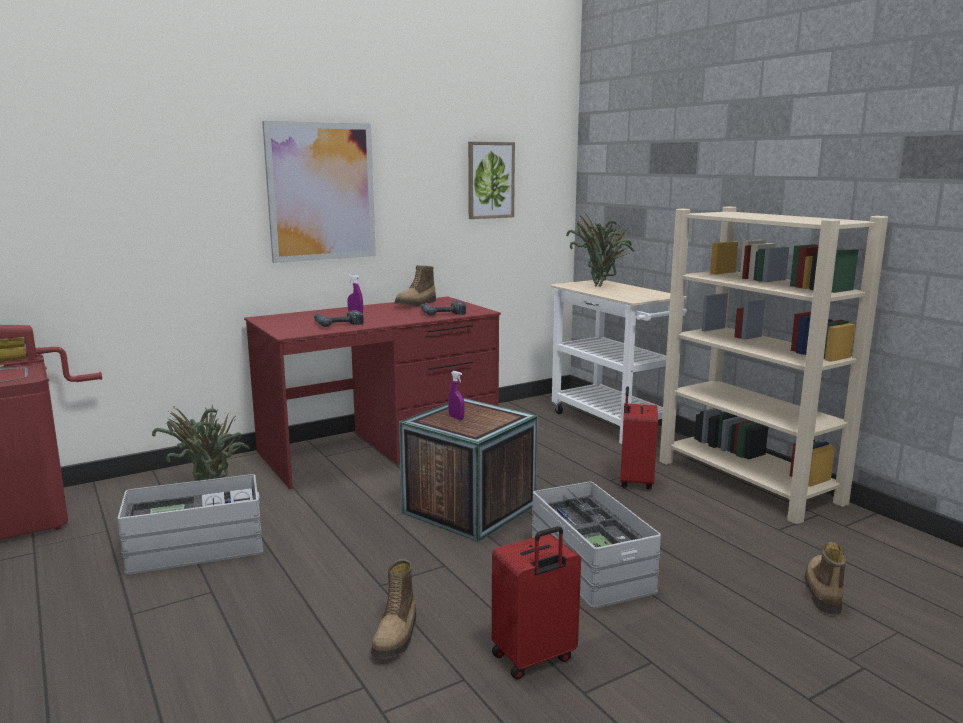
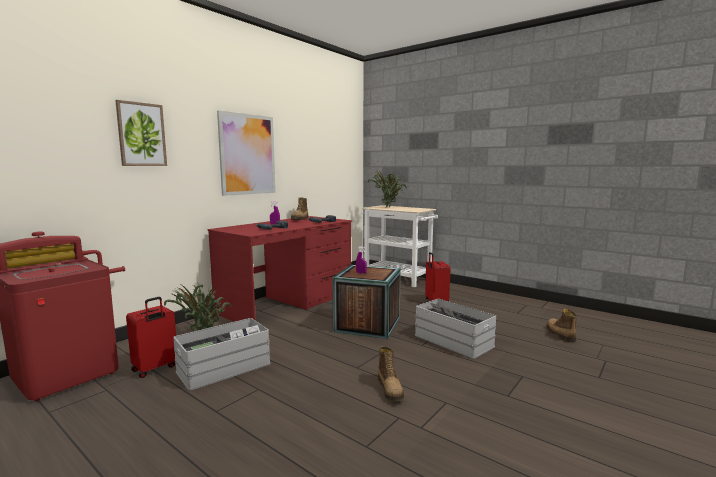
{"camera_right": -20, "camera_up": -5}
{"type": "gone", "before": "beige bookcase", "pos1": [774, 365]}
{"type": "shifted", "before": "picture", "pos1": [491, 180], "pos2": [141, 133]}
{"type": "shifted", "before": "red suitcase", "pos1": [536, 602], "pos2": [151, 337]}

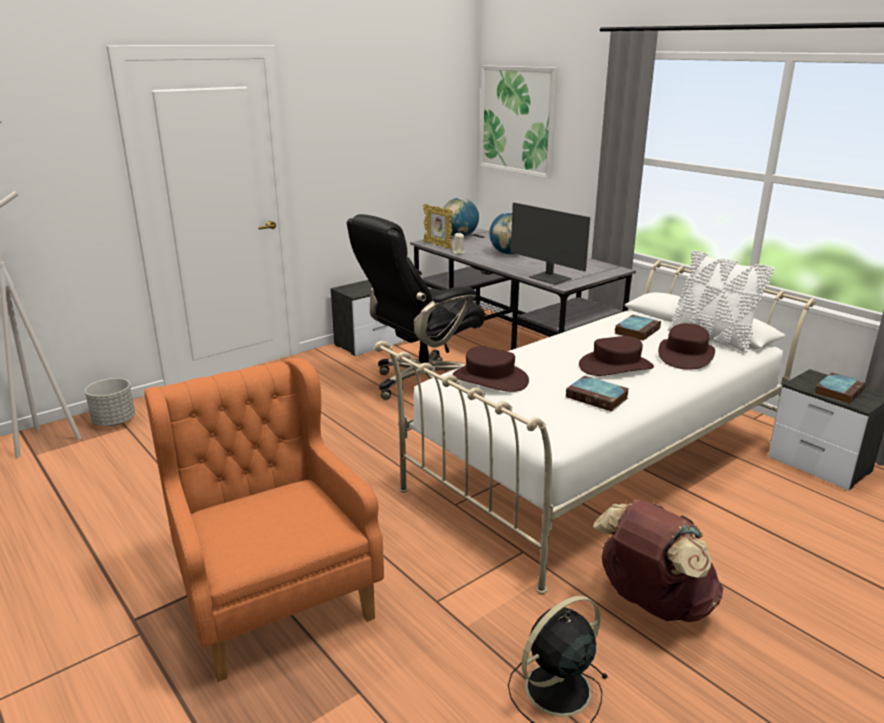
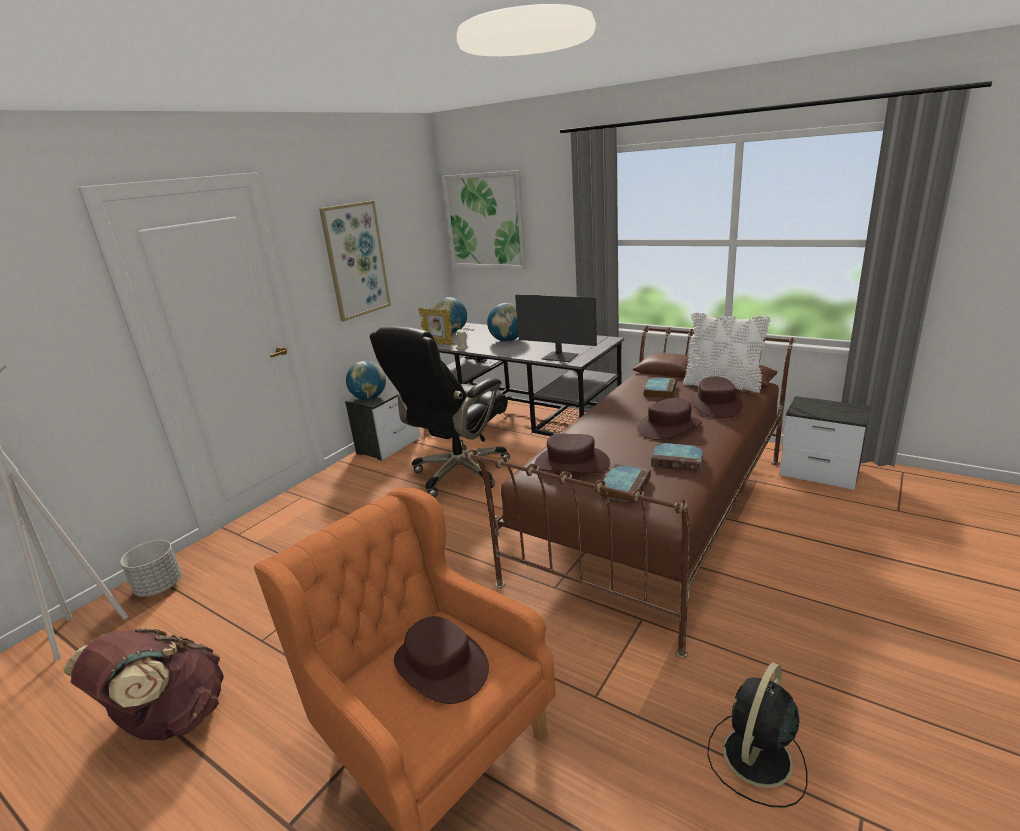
{"camera_right": -15, "camera_up": 0}
{"type": "new", "after": "picture", "pos2": [355, 261]}
{"type": "new", "after": "globe", "pos2": [366, 380]}
{"type": "new", "after": "brown hat", "pos2": [441, 660]}
{"type": "shifted", "before": "brown backpack", "pos1": [658, 561], "pos2": [144, 684]}
{"type": "shifted", "before": "book", "pos1": [840, 388], "pos2": [625, 483]}
{"type": "repainted", "before": "white bed", "after": "brown bed", "pos1": [595, 427], "pos2": [630, 491]}

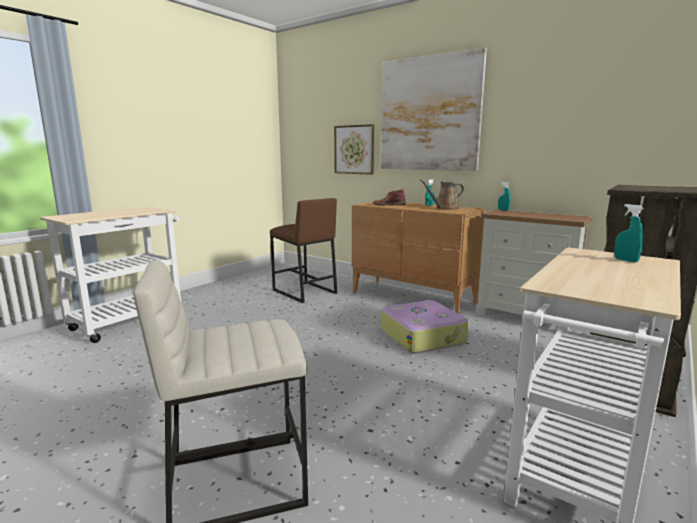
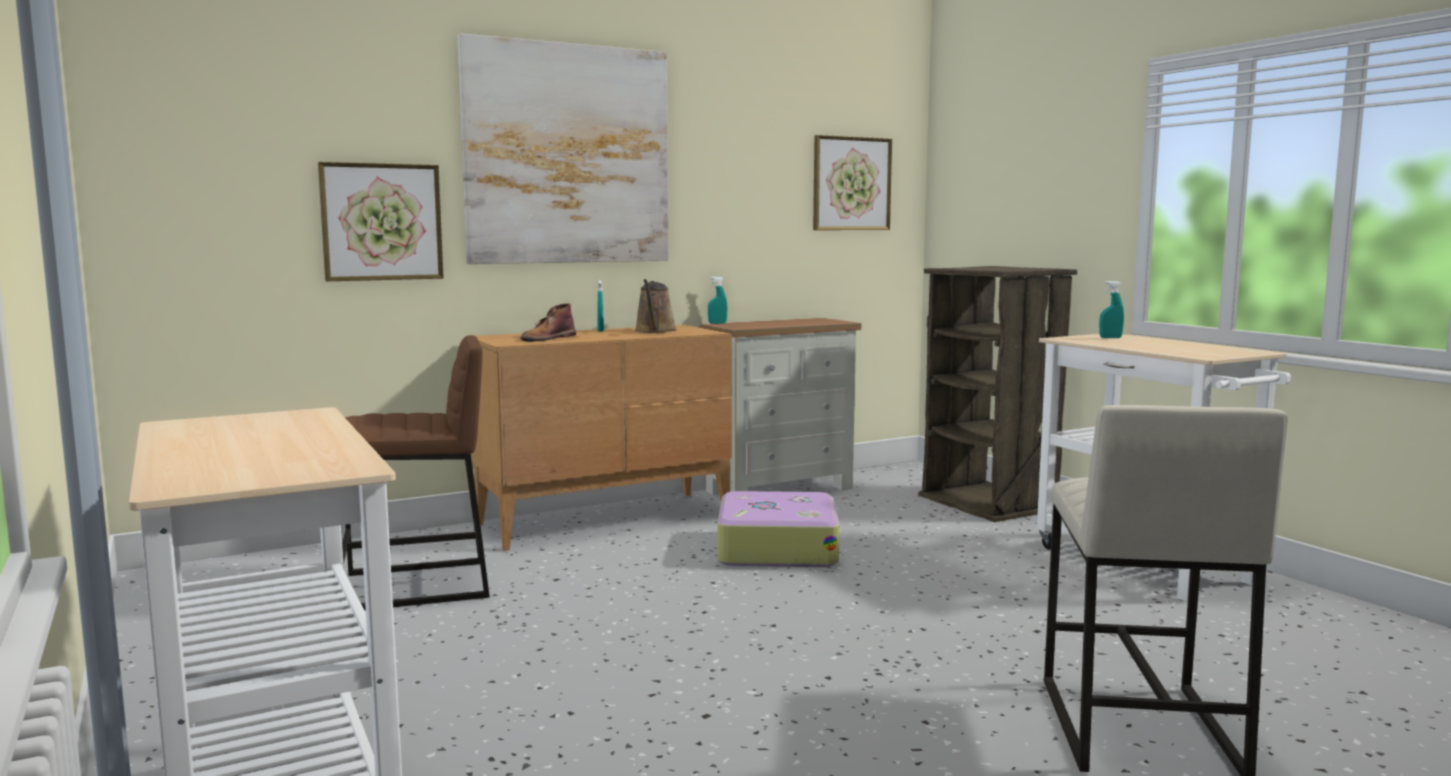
{"camera_right": -65, "camera_up": -5}
{"type": "new", "after": "picture", "pos2": [852, 182]}

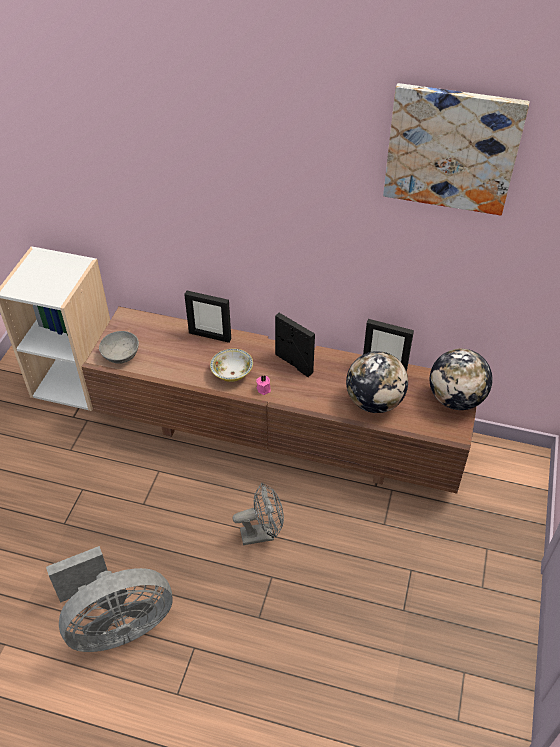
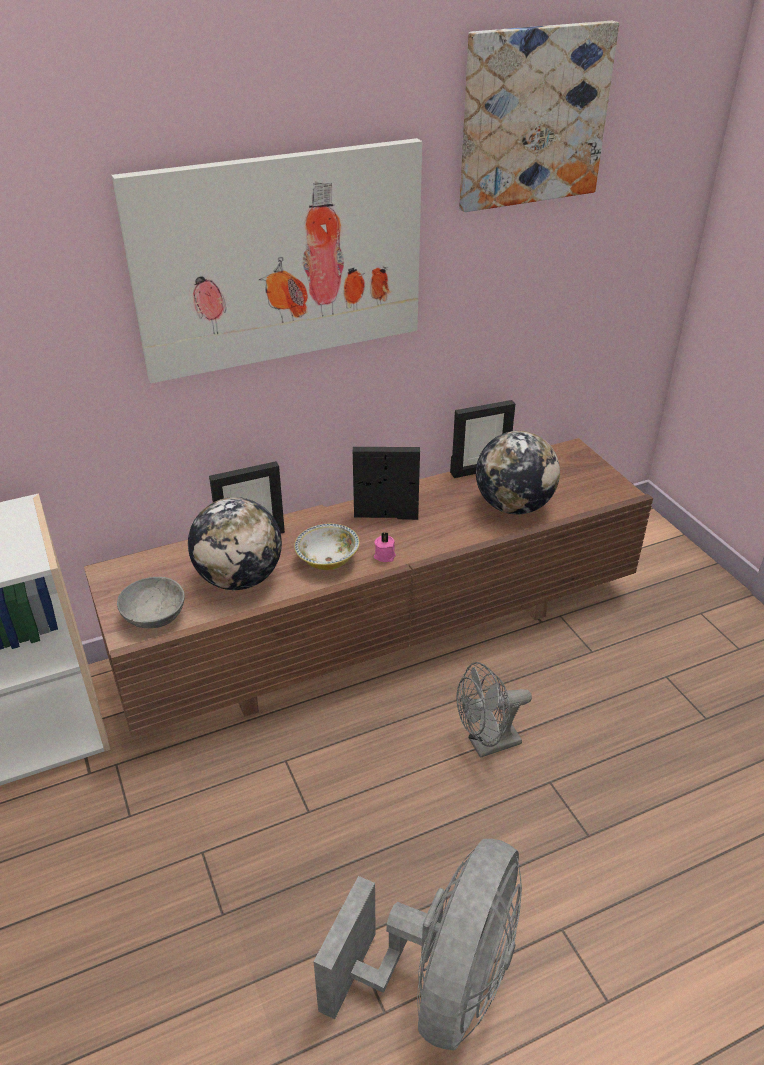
{"camera_right": -40, "camera_up": -10}
{"type": "new", "after": "picture", "pos2": [267, 260]}
{"type": "shifted", "before": "globe", "pos1": [461, 379], "pos2": [235, 543]}
{"type": "rotated", "before": "grey fan", "pos1": [258, 514], "pos2": [494, 710], "turn": -150}

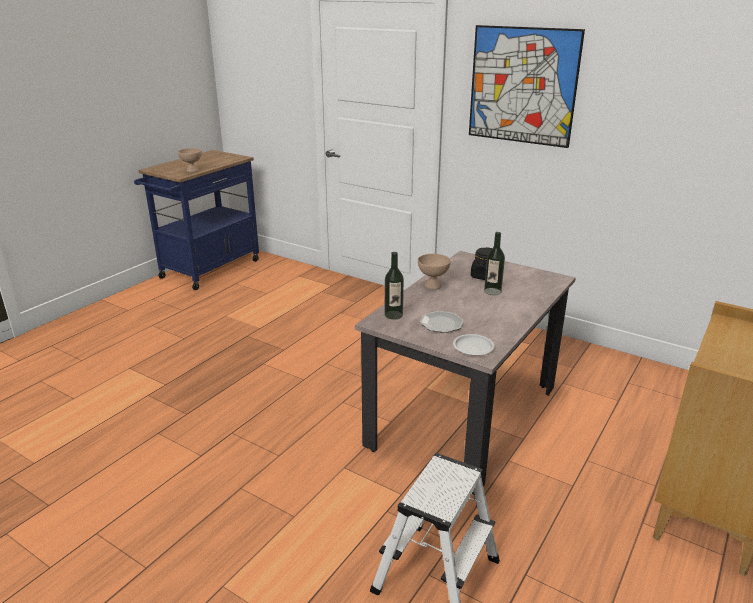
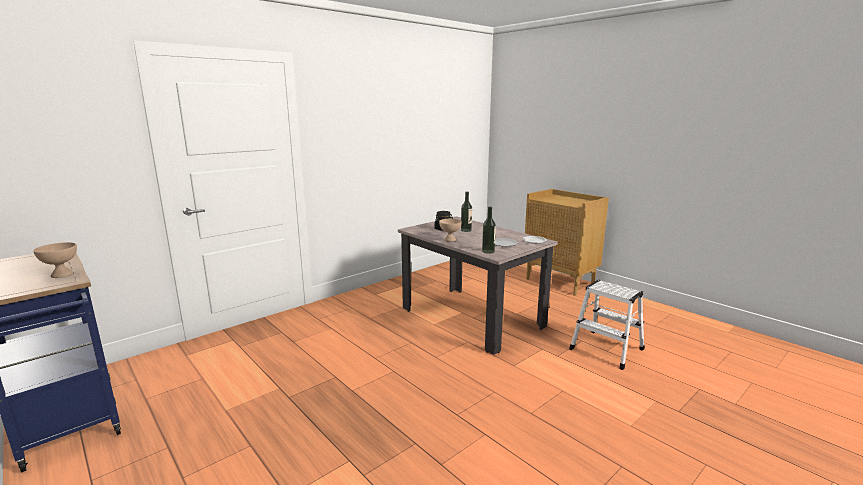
{"camera_right": -75, "camera_up": -10}
{"type": "gone", "before": "picture", "pos1": [527, 86]}

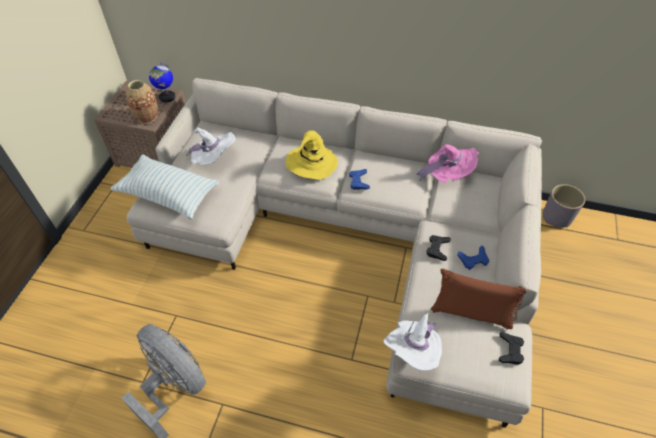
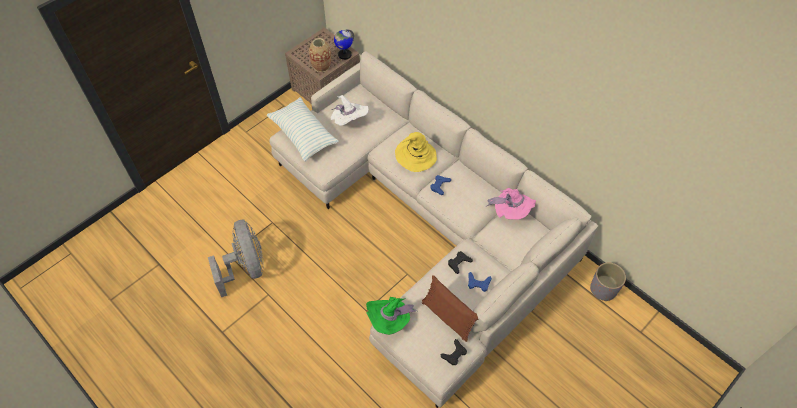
{"camera_right": 30, "camera_up": 5}
{"type": "repainted", "before": "white hat", "after": "green hat", "pos1": [413, 341], "pos2": [391, 316]}

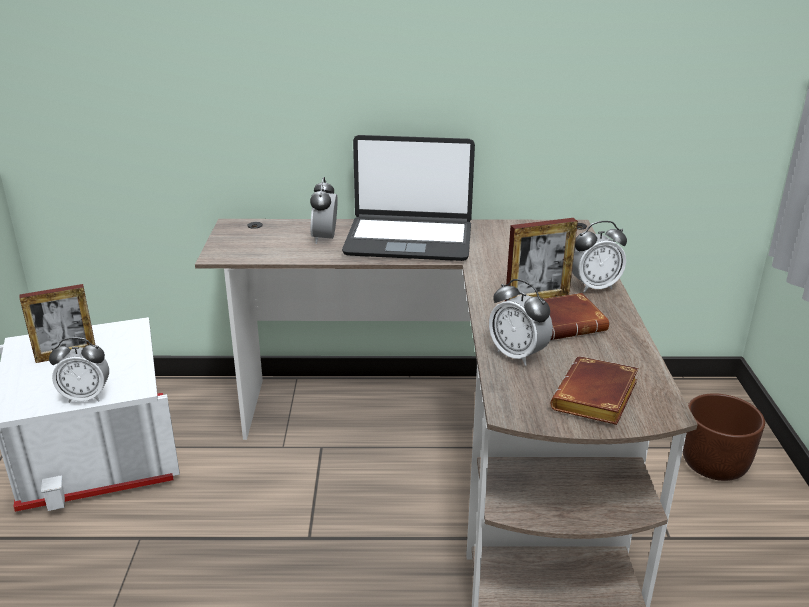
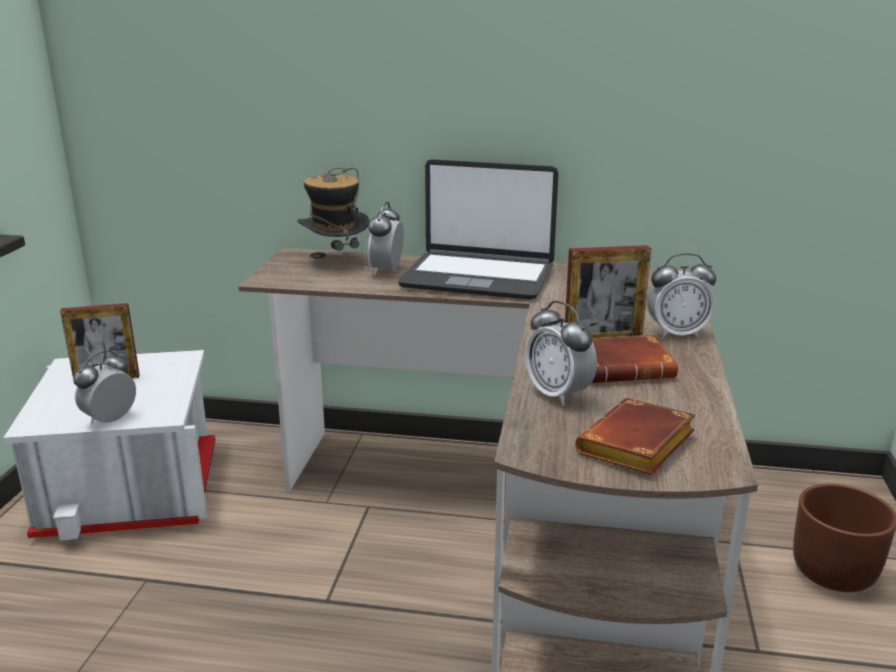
{"camera_right": 10, "camera_up": -5}
{"type": "new", "after": "hat", "pos2": [333, 218]}
{"type": "rotated", "before": "alarm clock", "pos1": [79, 370], "pos2": [104, 387], "turn": 120}

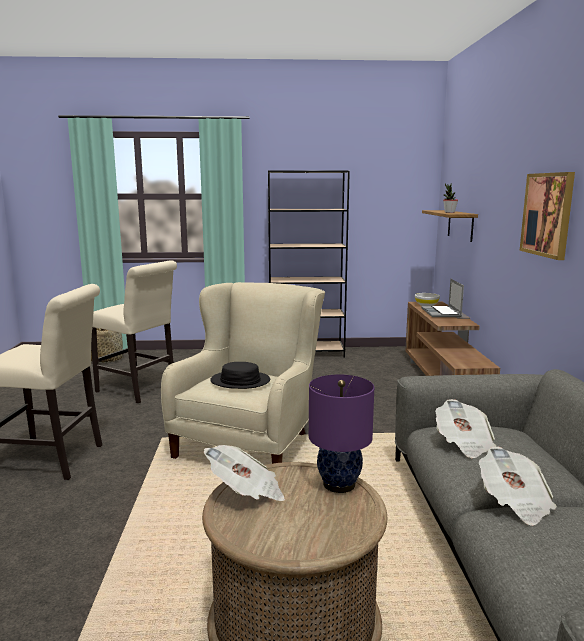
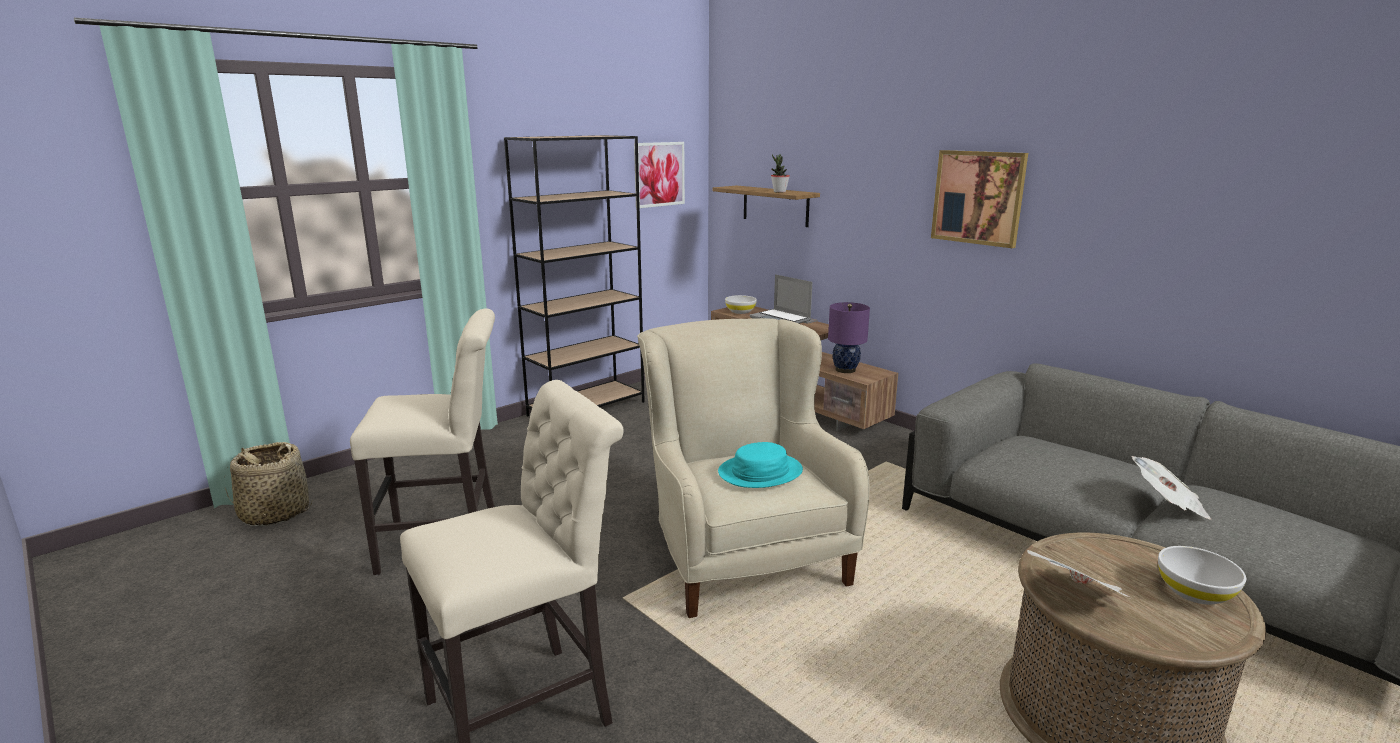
{"camera_right": -40, "camera_up": 5}
{"type": "gone", "before": "newspaper", "pos1": [465, 428]}
{"type": "new", "after": "picture", "pos2": [659, 175]}
{"type": "new", "after": "white bowl", "pos2": [1202, 575]}
{"type": "shifted", "before": "purple table lamp", "pos1": [341, 434], "pos2": [849, 337]}
{"type": "repainted", "before": "black hat", "after": "turquoise hat", "pos1": [240, 375], "pos2": [760, 465]}

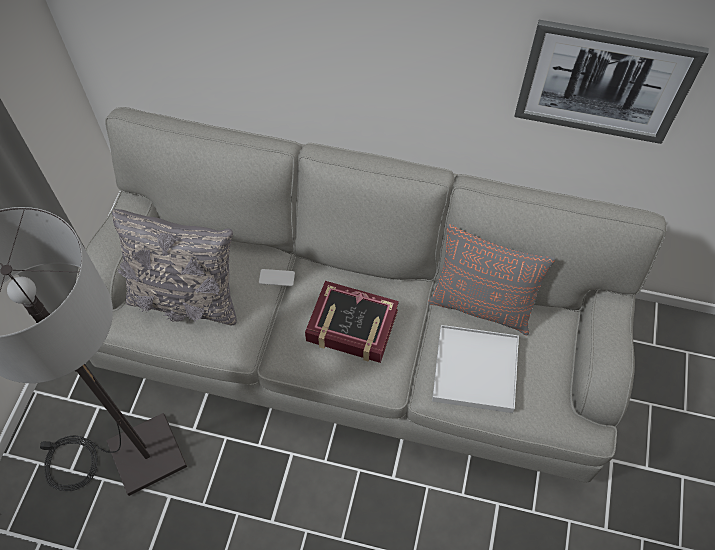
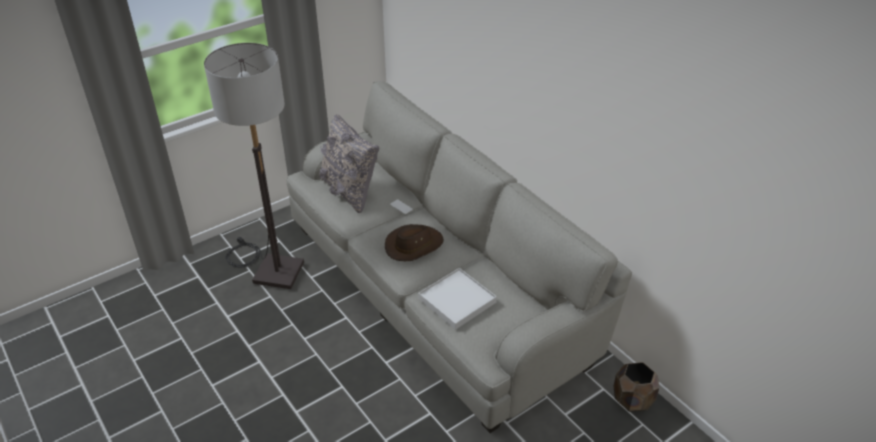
{"camera_right": 40, "camera_up": -20}
{"type": "gone", "before": "grey pillow", "pos1": [491, 279]}
{"type": "gone", "before": "picture", "pos1": [611, 82]}
{"type": "new", "after": "brown planter", "pos2": [636, 387]}
{"type": "swapped", "before": "book", "after": "brown hat", "pos1": [352, 322], "pos2": [414, 242]}

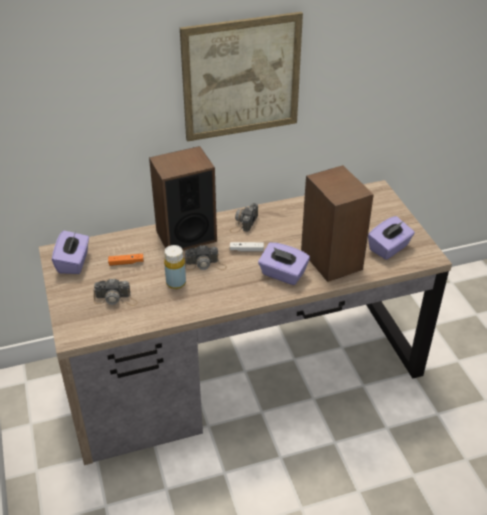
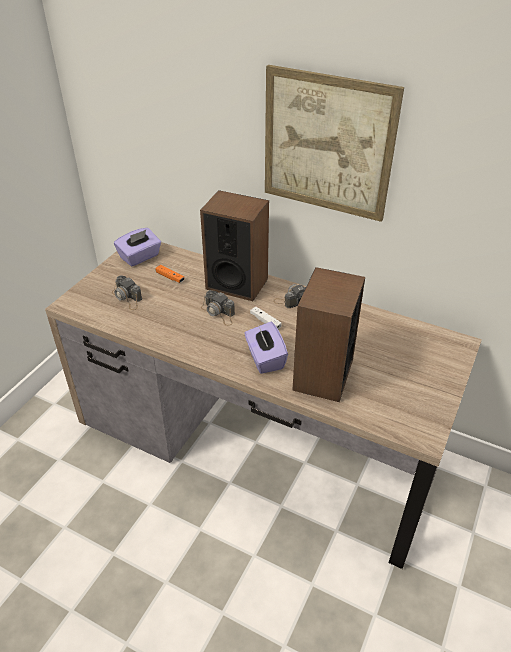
{"camera_right": 45, "camera_up": 0}
{"type": "gone", "before": "yellow bottle", "pos1": [175, 267]}
{"type": "gone", "before": "purple tissue box", "pos1": [391, 238]}

